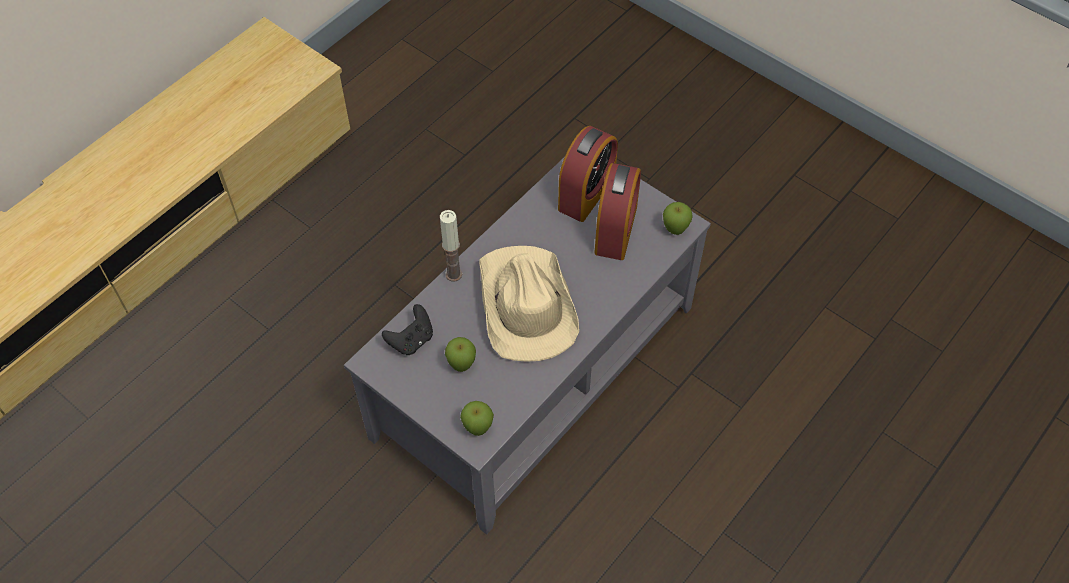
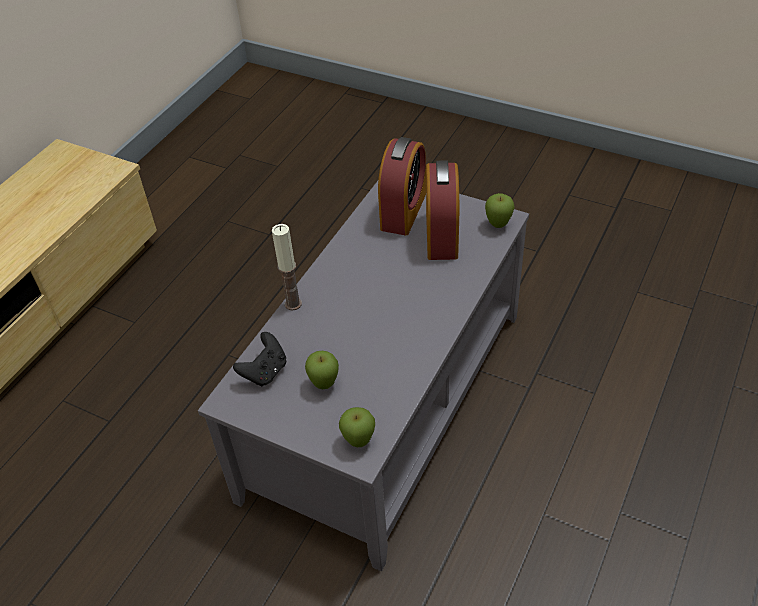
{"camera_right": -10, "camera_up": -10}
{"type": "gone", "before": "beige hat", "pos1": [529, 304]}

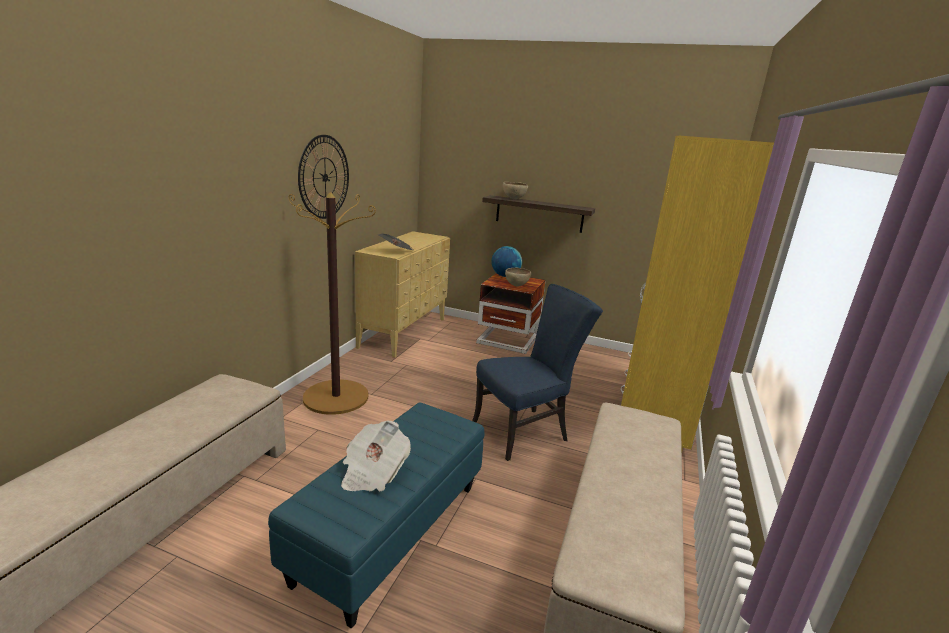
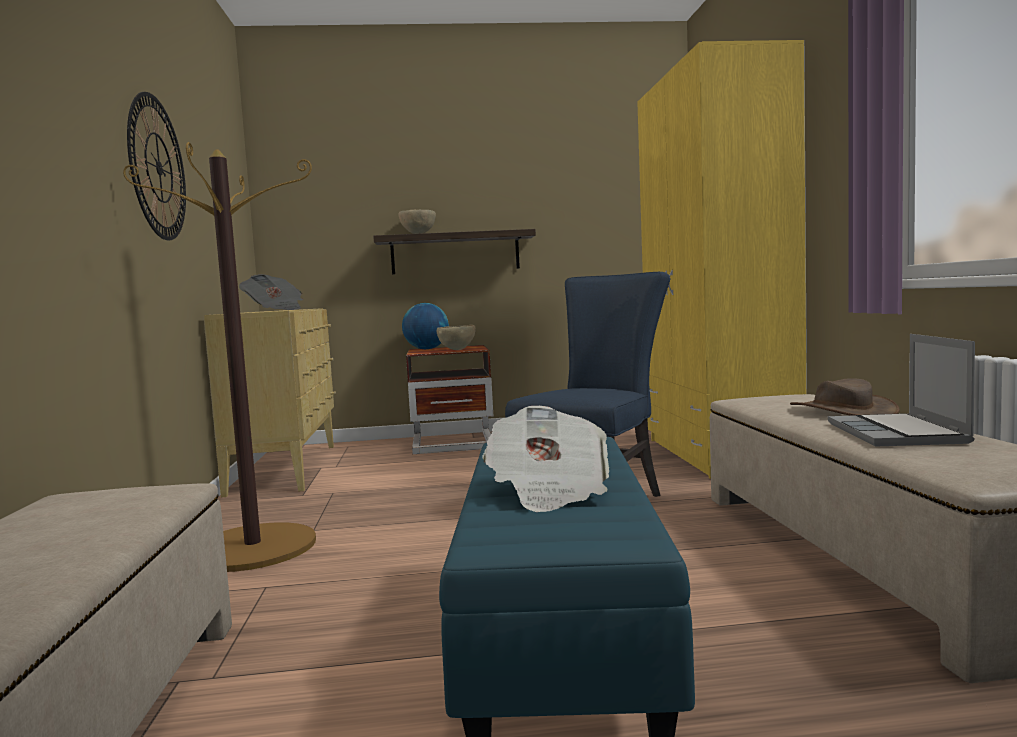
{"camera_right": -25, "camera_up": -15}
{"type": "new", "after": "brown hat", "pos2": [845, 397]}
{"type": "new", "after": "laptop", "pos2": [901, 390]}

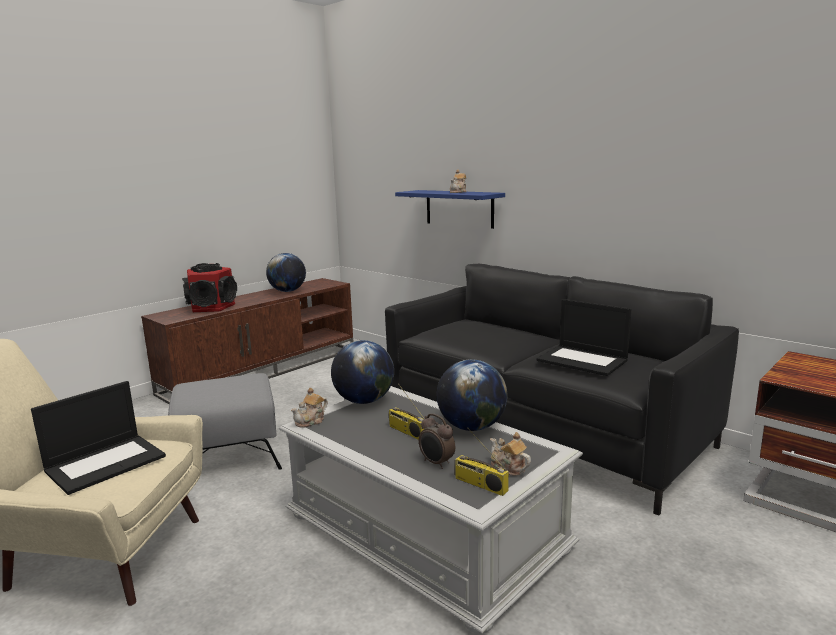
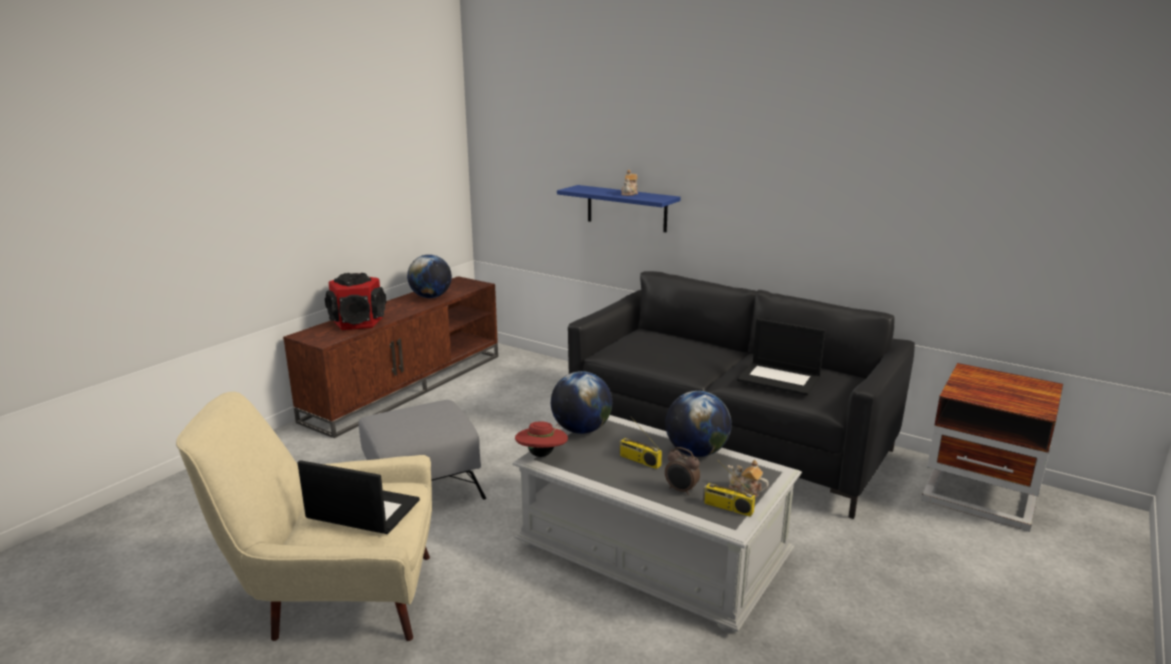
{"camera_right": -10, "camera_up": 5}
{"type": "swapped", "before": "teapot", "after": "red hat", "pos1": [309, 408], "pos2": [541, 439]}
{"type": "rotated", "before": "laptop", "pos1": [98, 438], "pos2": [358, 497], "turn": -105}

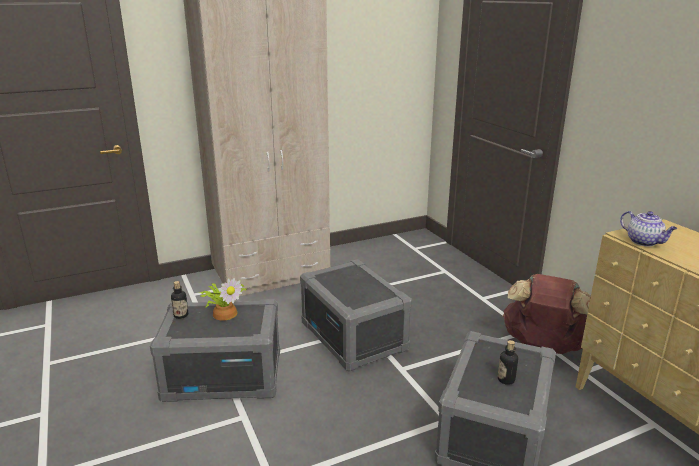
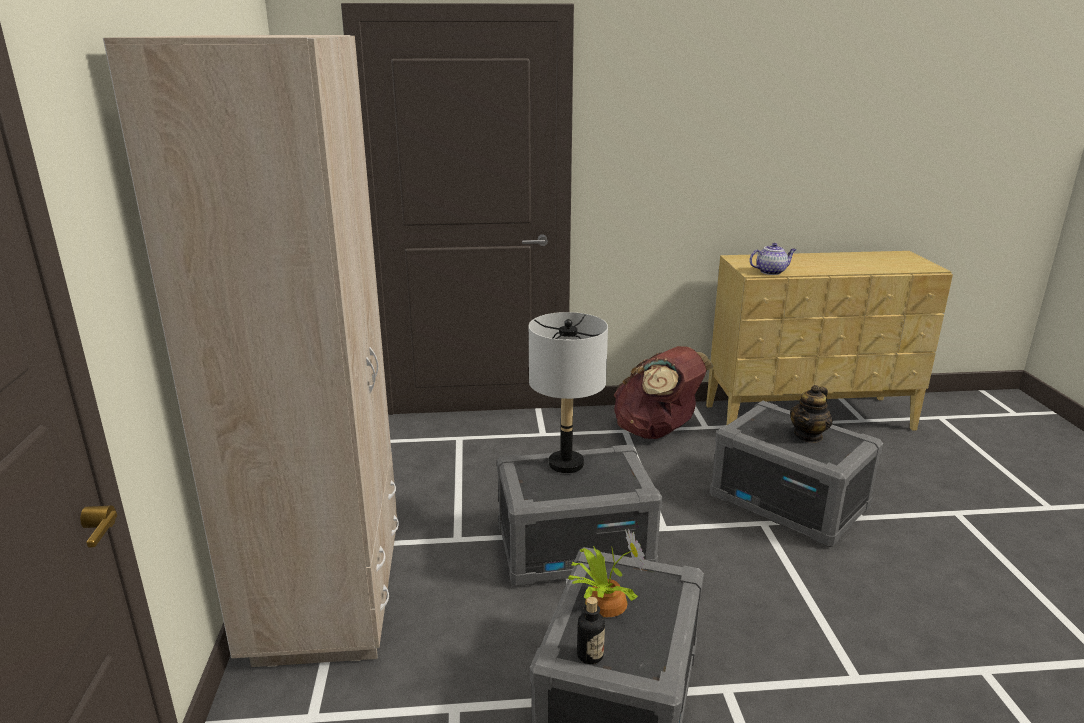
{"camera_right": -70, "camera_up": 0}
{"type": "new", "after": "grey table lamp", "pos2": [568, 392]}
{"type": "swapped", "before": "bottle", "after": "teapot", "pos1": [508, 362], "pos2": [811, 414]}

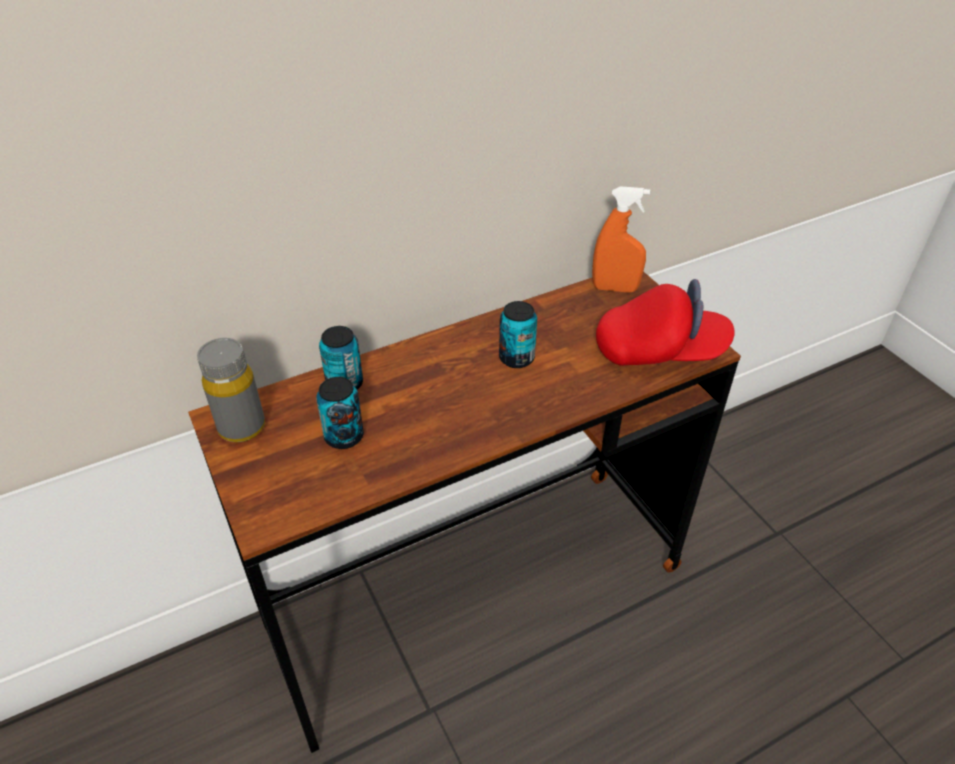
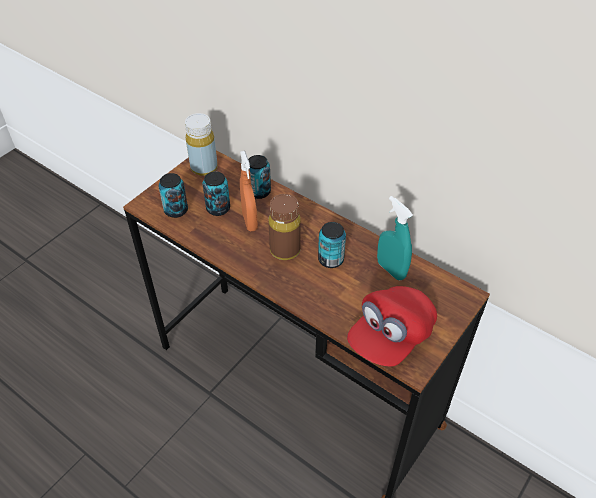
{"camera_right": 65, "camera_up": 5}
{"type": "new", "after": "can", "pos2": [173, 195]}
{"type": "new", "after": "brown bottle", "pos2": [285, 227]}
{"type": "new", "after": "turquoise spray bottle", "pos2": [395, 238]}
{"type": "shifted", "before": "orange spray bottle", "pos1": [621, 239], "pos2": [249, 191]}
{"type": "repainted", "before": "grey bottle", "after": "yellow bottle", "pos1": [231, 390], "pos2": [201, 144]}
{"type": "rotated", "before": "red cap", "pos1": [665, 322], "pos2": [392, 326], "turn": 60}

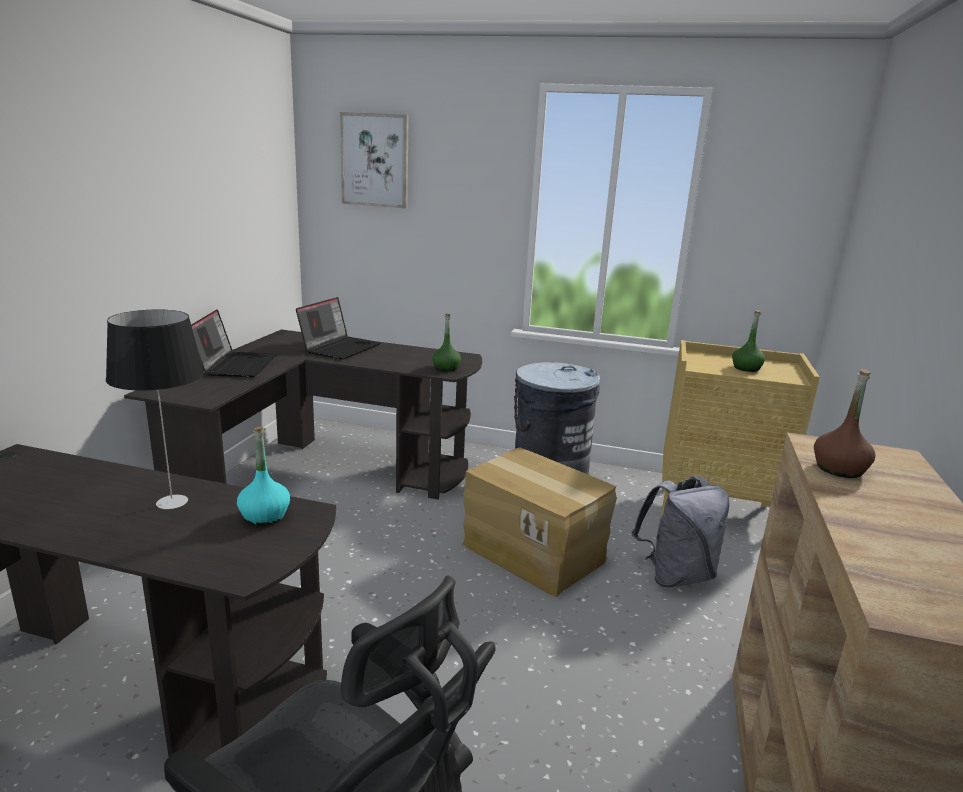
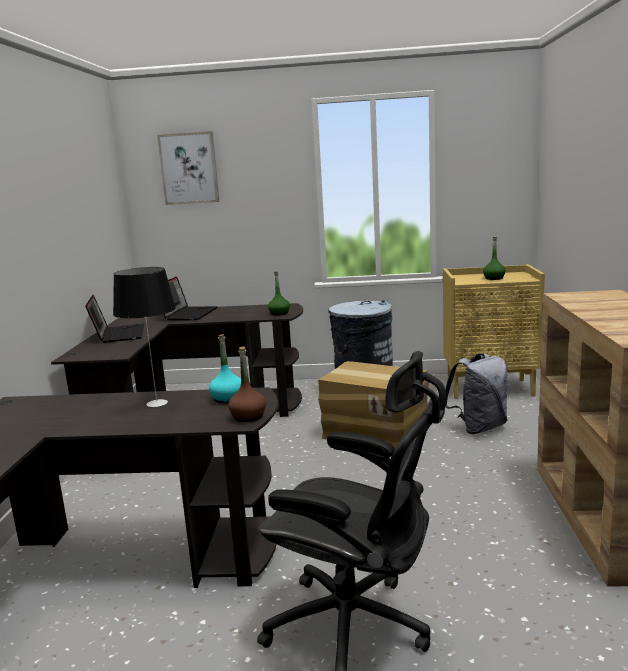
{"camera_right": -10, "camera_up": -5}
{"type": "shifted", "before": "brown bottle", "pos1": [845, 423], "pos2": [247, 384]}

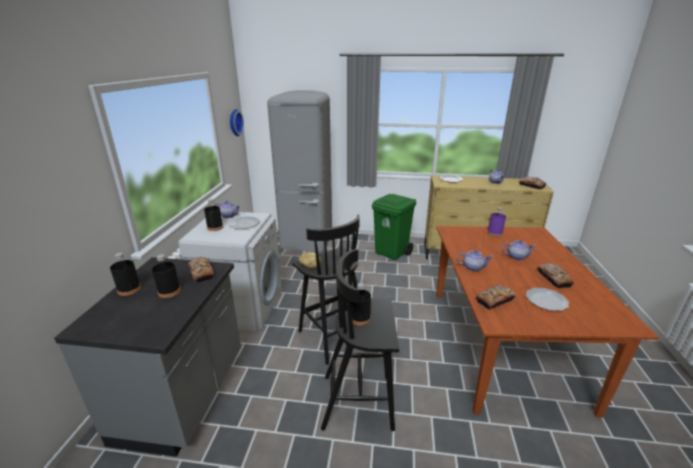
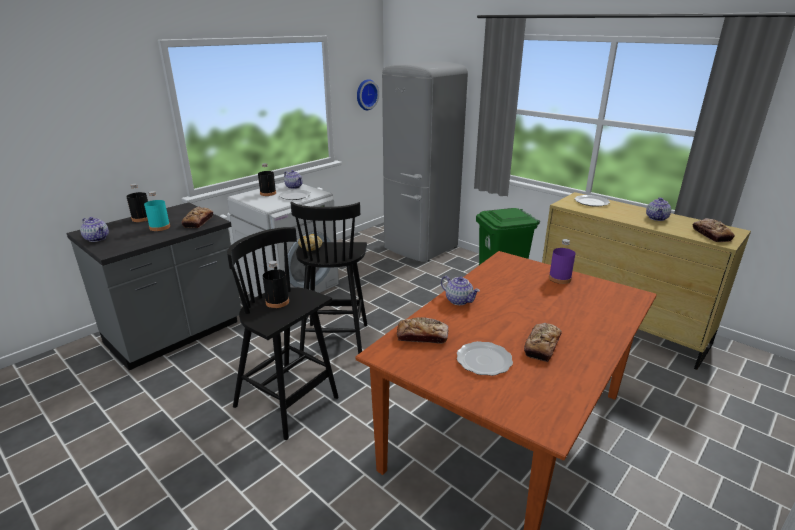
{"camera_right": 35, "camera_up": 0}
{"type": "shifted", "before": "teapot", "pos1": [519, 250], "pos2": [94, 229]}
{"type": "repainted", "before": "black bottle", "after": "turquoise bottle", "pos1": [166, 276], "pos2": [157, 211]}

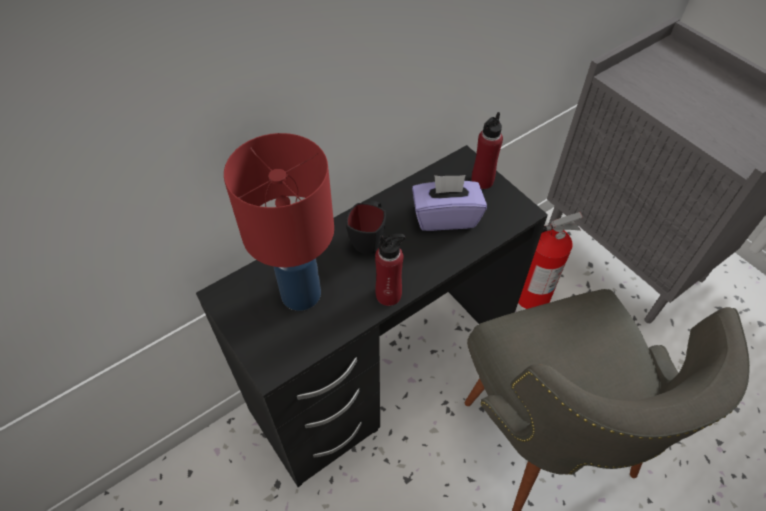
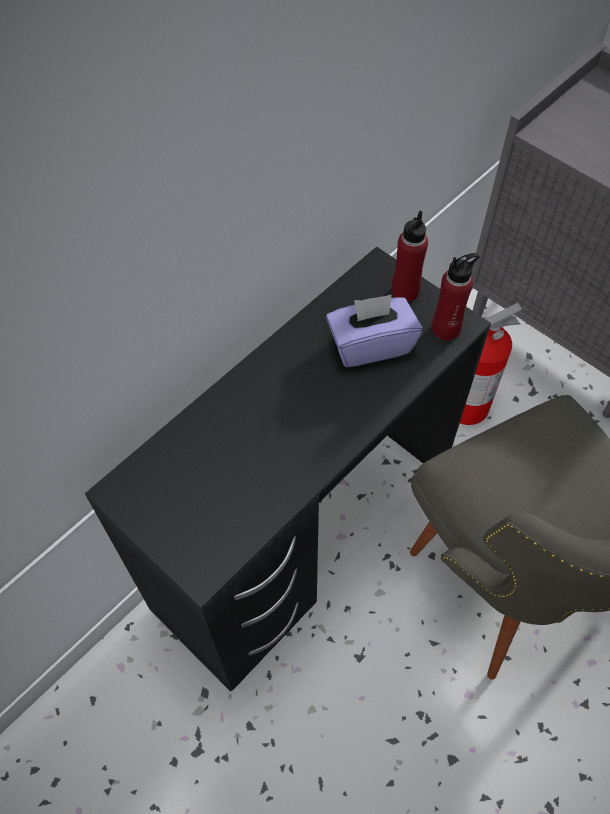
{"camera_right": -10, "camera_up": 5}
{"type": "gone", "before": "red table lamp", "pos1": [279, 222]}
{"type": "gone", "before": "black mug", "pos1": [366, 227]}
{"type": "shifted", "before": "red bottle", "pos1": [390, 270], "pos2": [455, 297]}

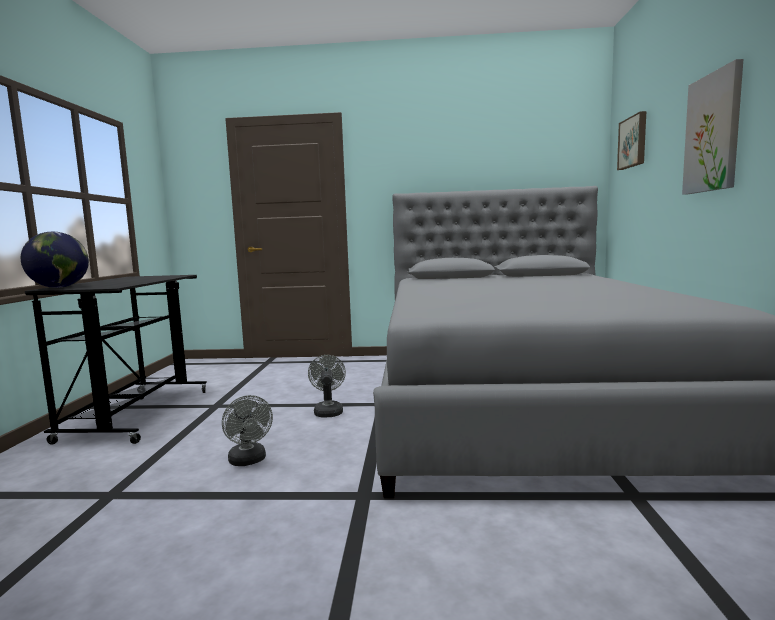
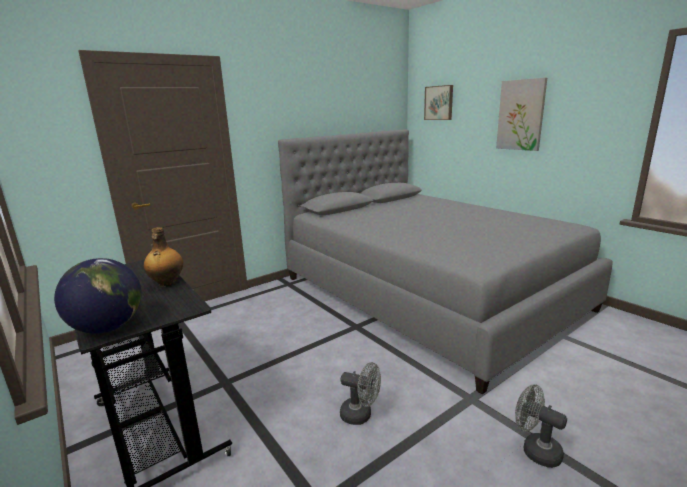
{"camera_right": -40, "camera_up": 10}
{"type": "new", "after": "bottle", "pos2": [163, 257]}
{"type": "shifted", "before": "grey fan", "pos1": [327, 386], "pos2": [541, 426]}

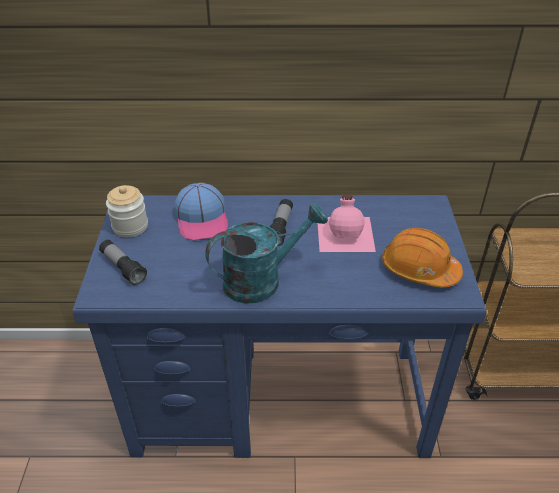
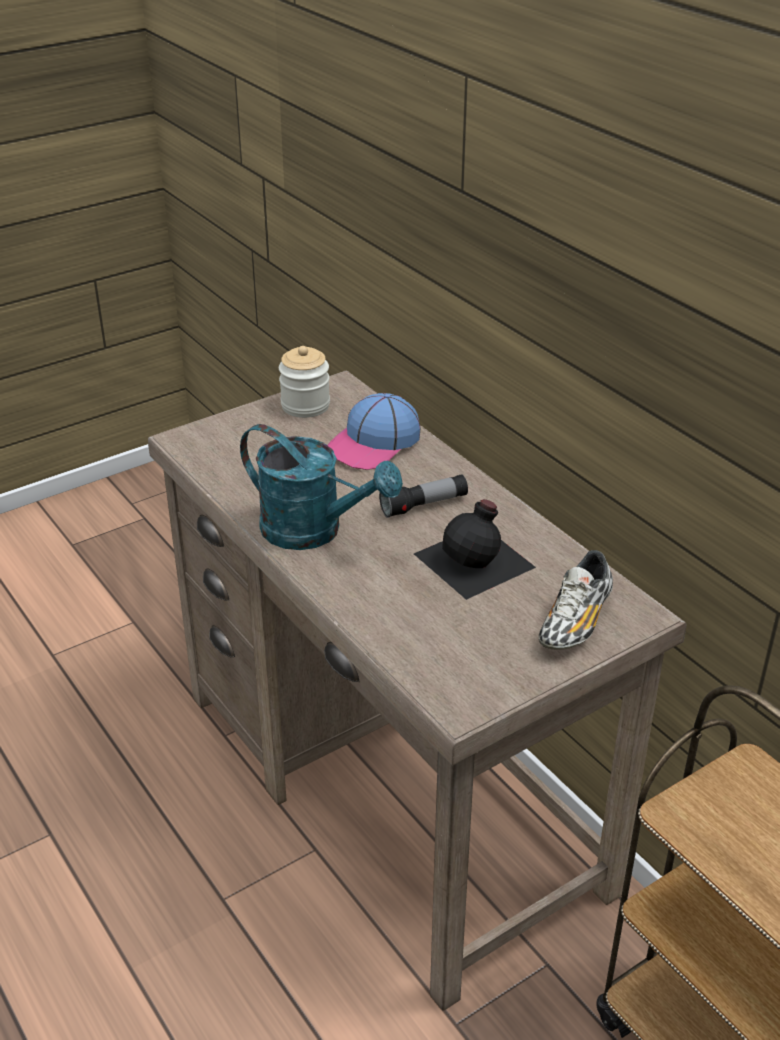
{"camera_right": 55, "camera_up": -5}
{"type": "gone", "before": "flashlight", "pos1": [123, 262]}
{"type": "gone", "before": "orange hard hat", "pos1": [422, 257]}
{"type": "new", "after": "shoe", "pos2": [576, 600]}
{"type": "repainted", "before": "blue desk", "after": "brown desk", "pos1": [279, 326], "pos2": [417, 690]}
{"type": "repainted", "before": "pink bottle", "after": "black bottle", "pos1": [347, 223], "pos2": [475, 549]}

